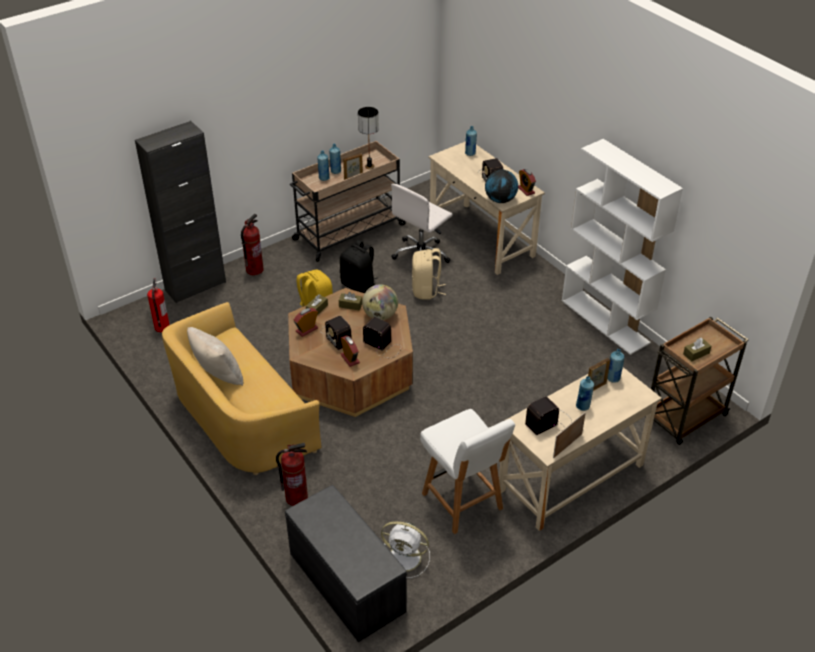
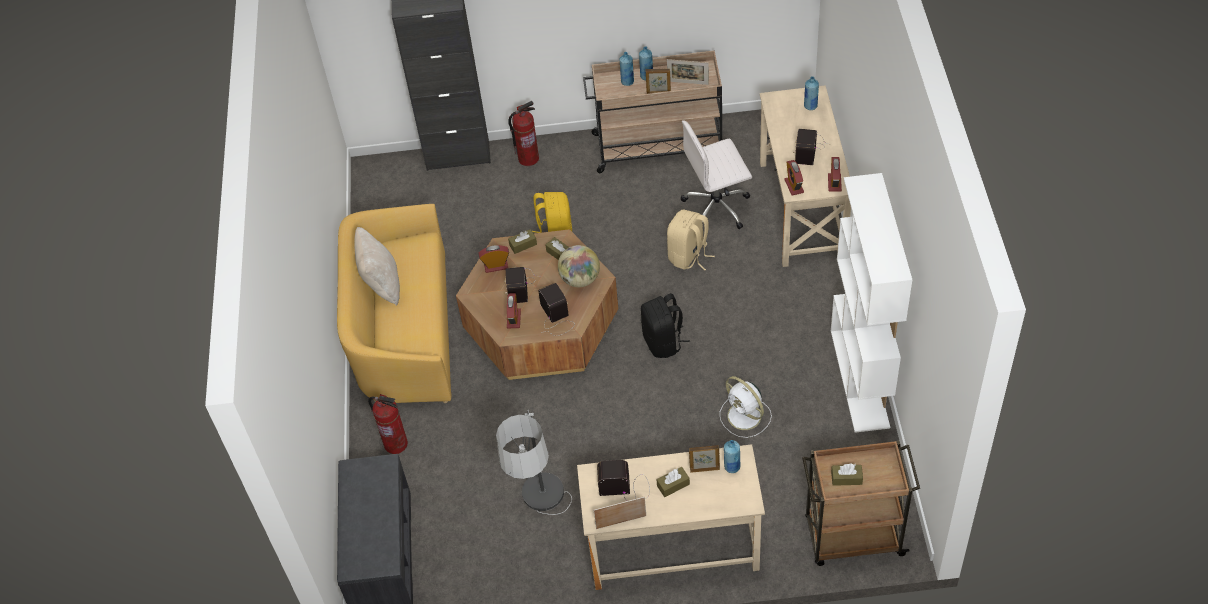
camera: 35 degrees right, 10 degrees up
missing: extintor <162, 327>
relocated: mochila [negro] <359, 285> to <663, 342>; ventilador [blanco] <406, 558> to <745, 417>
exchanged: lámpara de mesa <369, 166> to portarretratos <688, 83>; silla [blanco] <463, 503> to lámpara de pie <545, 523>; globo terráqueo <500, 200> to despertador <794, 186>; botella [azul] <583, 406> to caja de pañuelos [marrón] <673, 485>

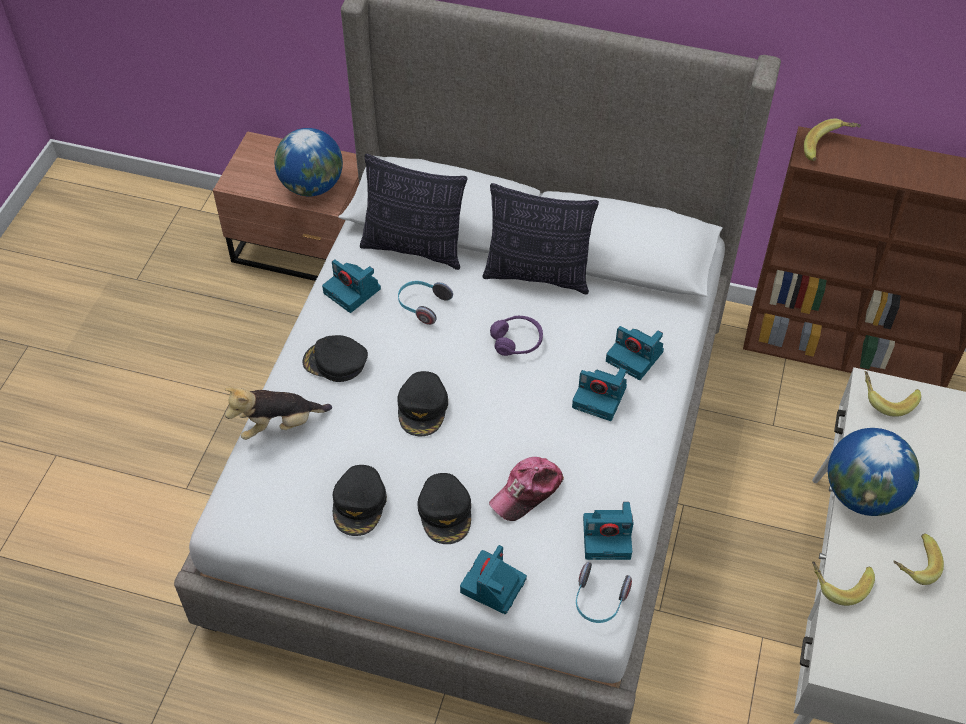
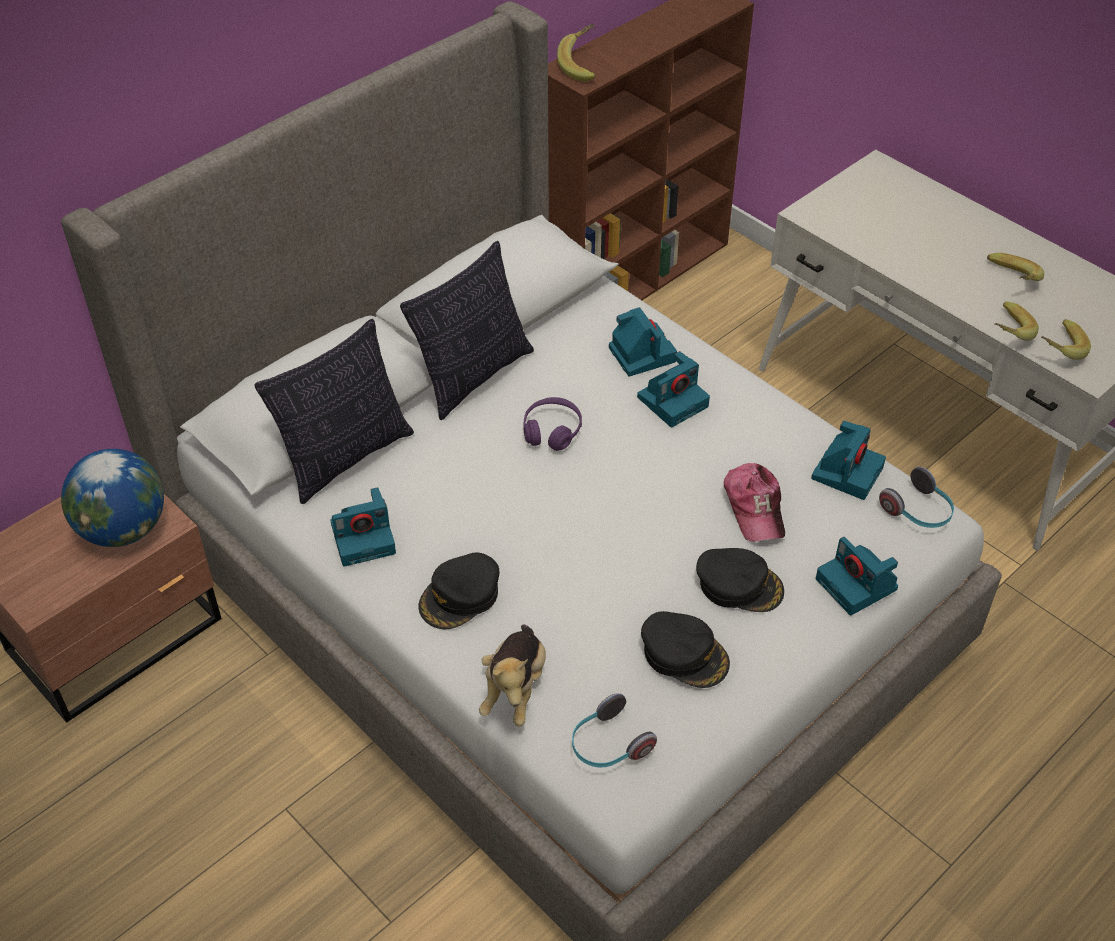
camera: 60 degrees left, 5 degrees down
missing: gorra [negro] <423, 408>; globo terráqueo <863, 495>
relocated: auriculares <422, 305> to <608, 745>; plátano <886, 399> to <1057, 349>
spun: cámara <636, 357> = <640, 353> 90 degrees counterclockwise

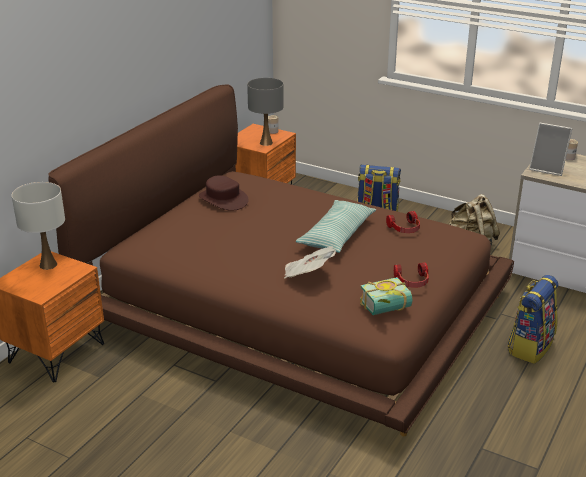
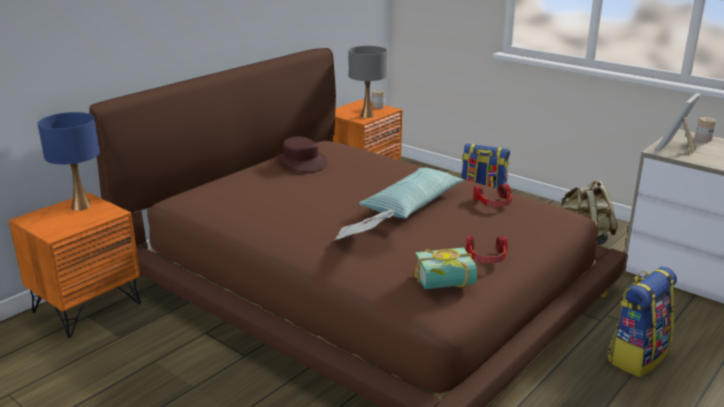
camera: 10 degrees right, 5 degrees down
colour: lámpara de mesa [blanco] <48, 265> to lámpara de mesa [azul] <81, 206>
spun: portarretratos <548, 169> = <676, 148> 90 degrees clockwise

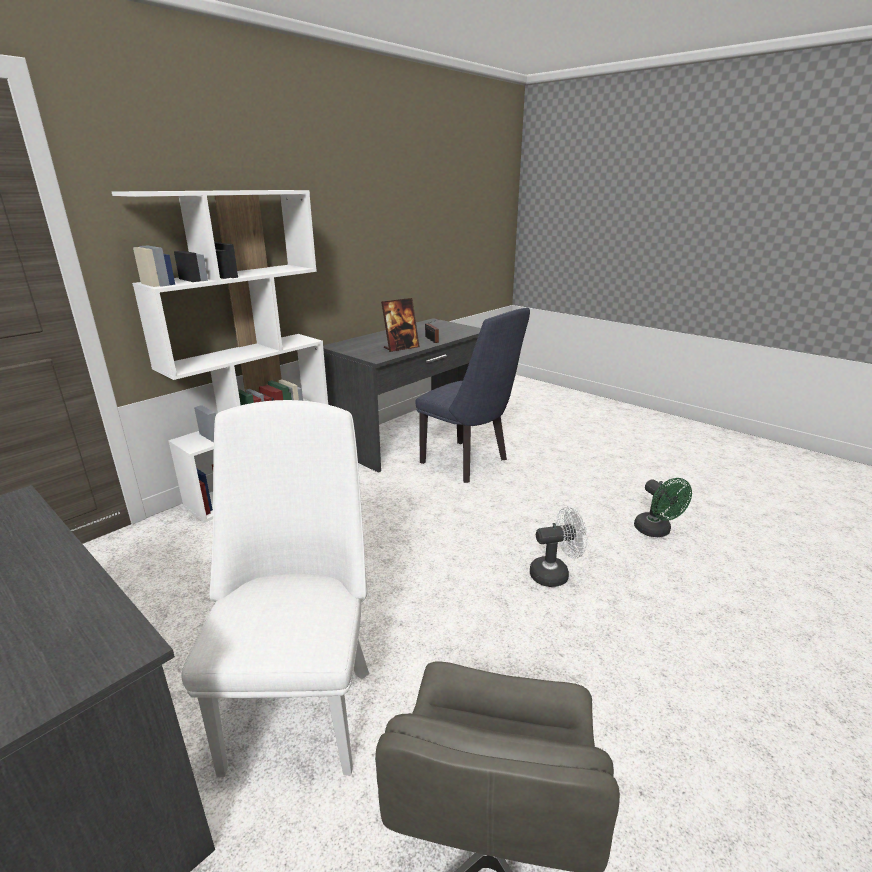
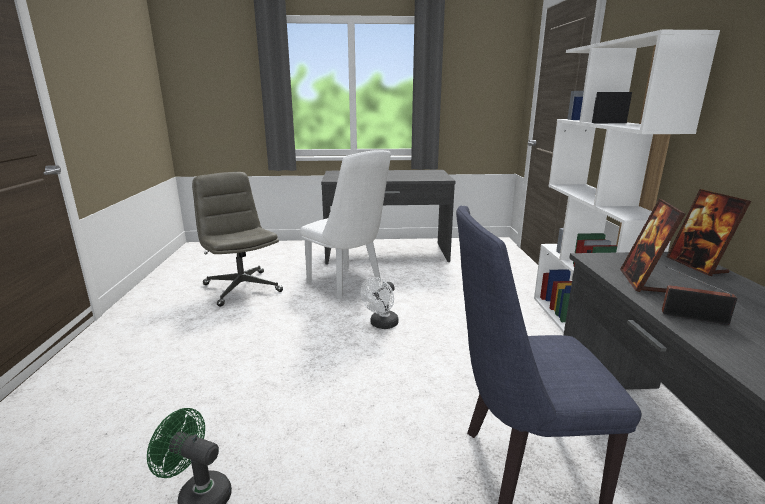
camera: 135 degrees right, 5 degrees down
appeared: portarretratos <697, 266>
relocated: ventilador [blanco] <555, 574> to <381, 325>

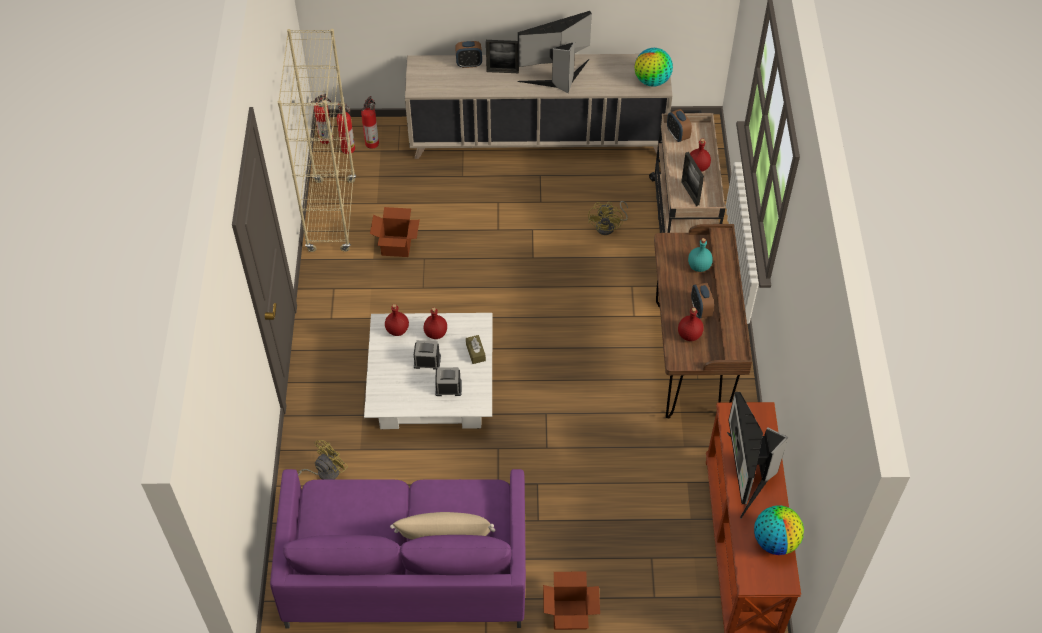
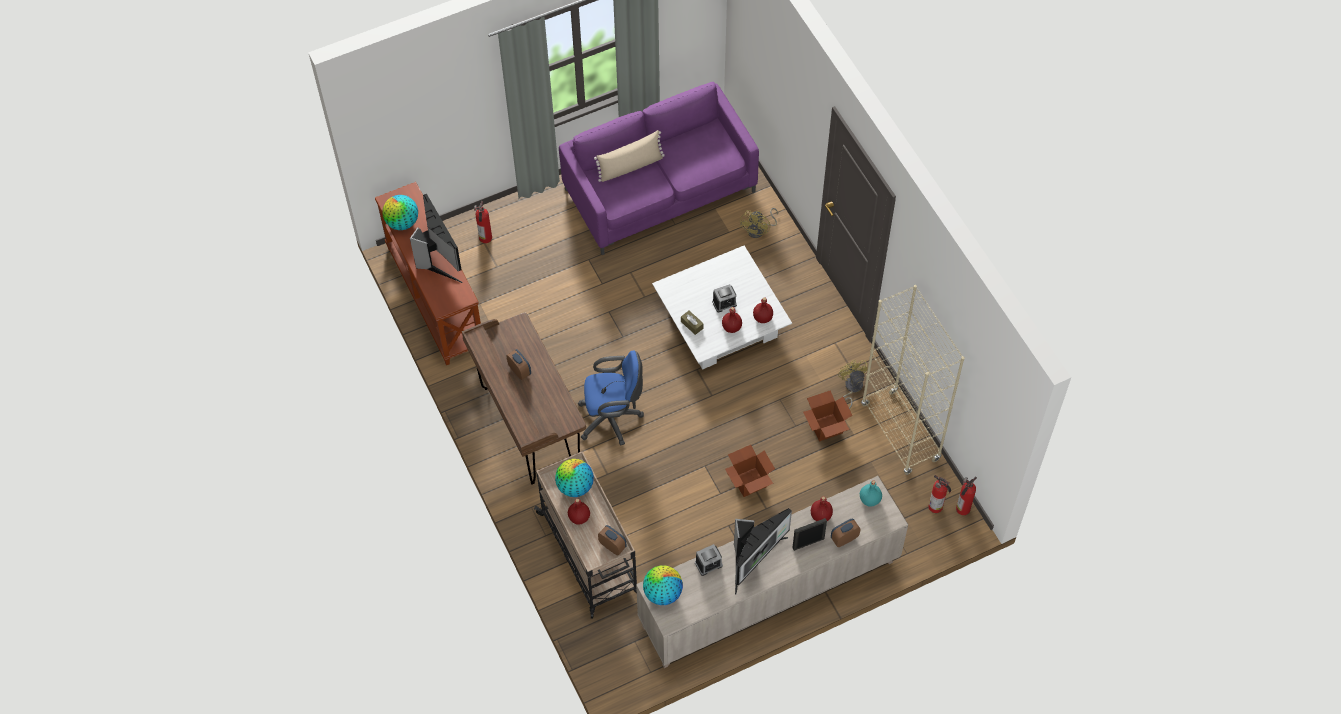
camera: 155 degrees right, 5 degrees up
appeared: silla de oficina [azul] <613, 418>
relocated: extintor <372, 142> to <485, 238>; despertador <448, 388> to <708, 564>; caja de cartón <569, 615> to <749, 482>; ventilador [amarillo] <609, 226> to <851, 388>; botella [rojo] <689, 335> to <821, 515>; botella [turquesa] <698, 266> to <870, 499>
exchanged: portarretratos <690, 193> to globo terráqueo <575, 486>

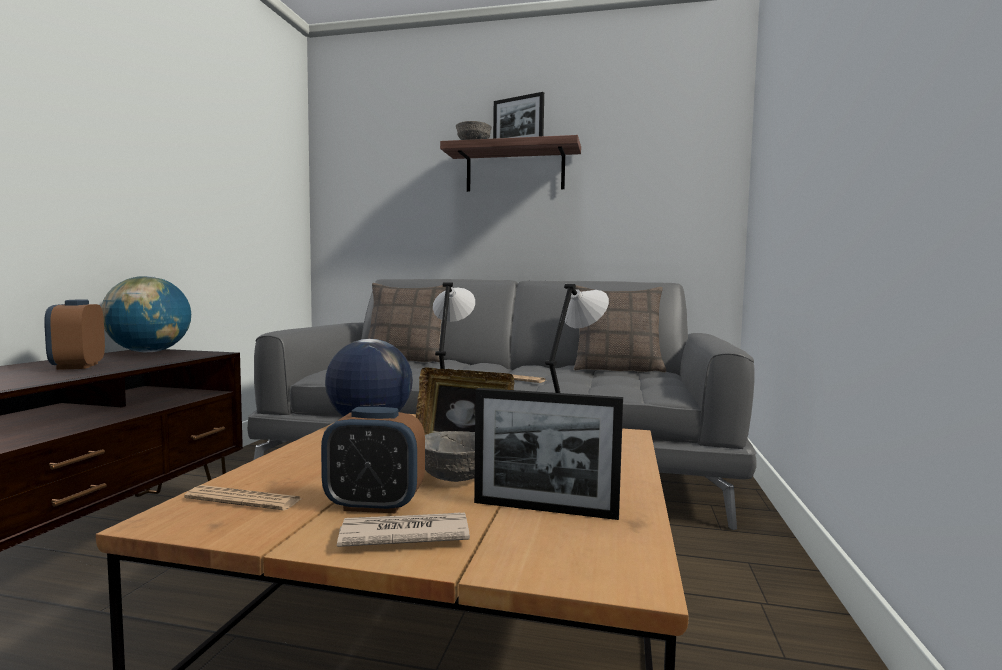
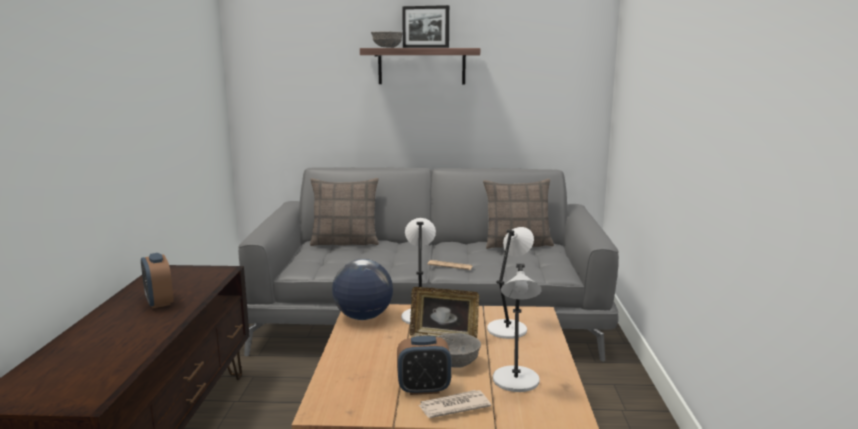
camera: 10 degrees left, 10 degrees up
missing: globo terráqueo <149, 352>; periódico <243, 499>
exchanged: portarretratos <544, 509> to lámpara de mesa [gris] <516, 381>

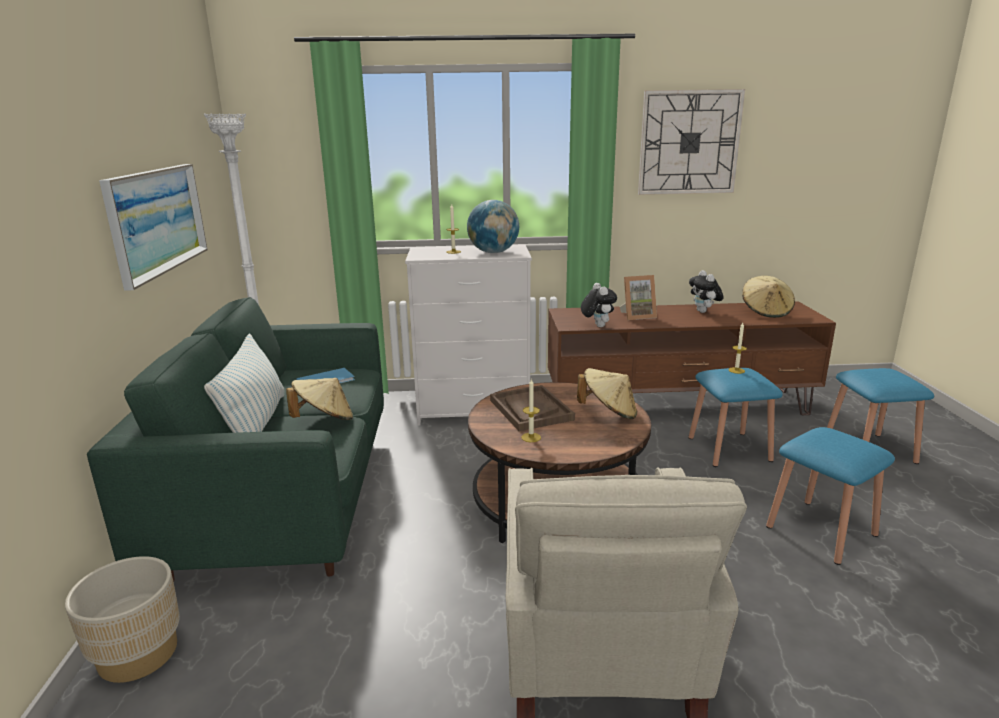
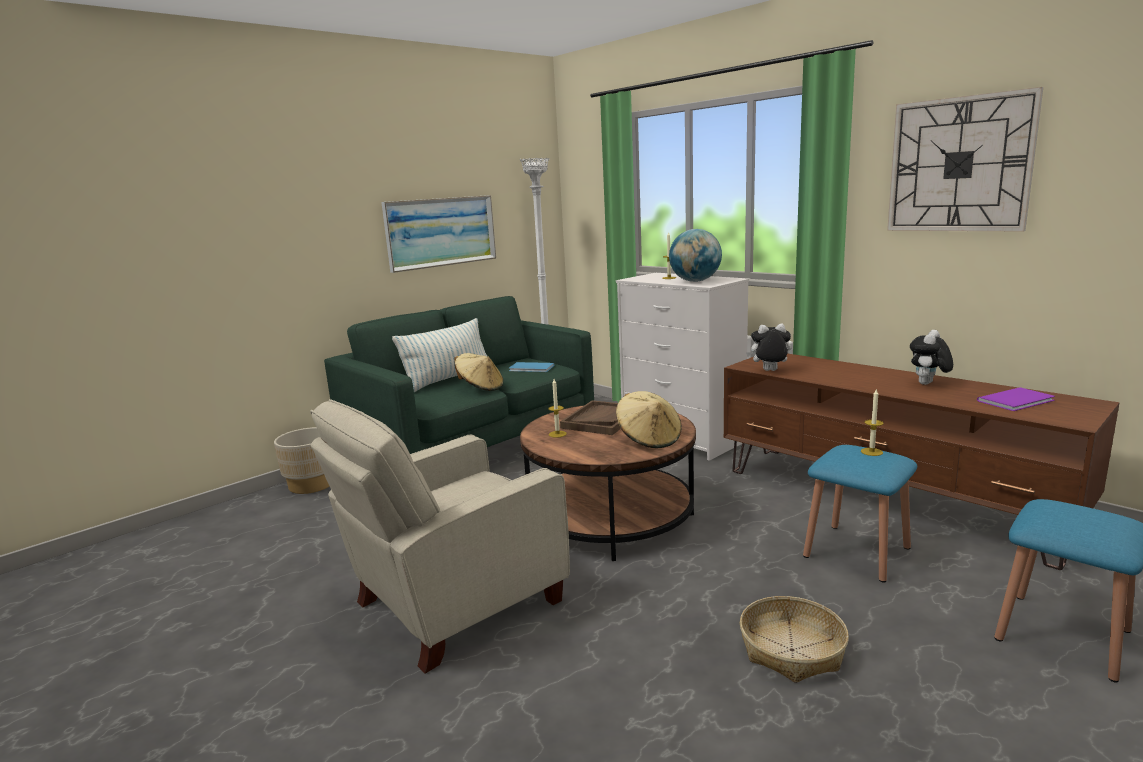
camera: 50 degrees right, 5 degrees down
missing: portarretratos <637, 316>
exchanged: sombrero [beis] <766, 311> to libro [morado] <1018, 401>; taburete [azul] <821, 531> to cesta <792, 650>
spun: peluche <597, 326> = <769, 371> 120 degrees counterclockwise

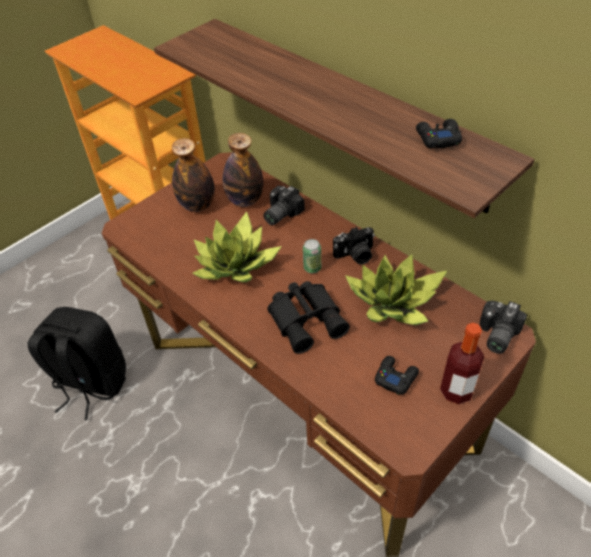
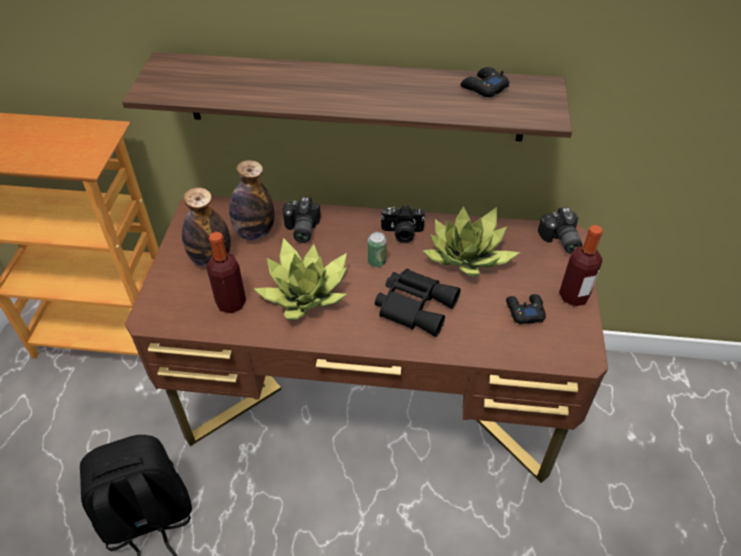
camera: 40 degrees left, 0 degrees up
appeared: botella <231, 303>
spun: cámara <355, 255> = <402, 233> 60 degrees clockwise

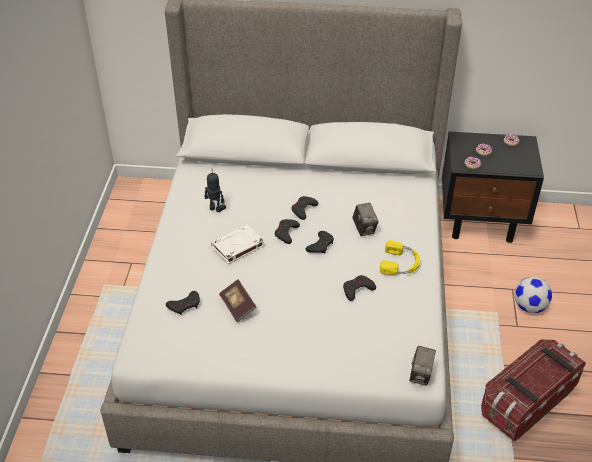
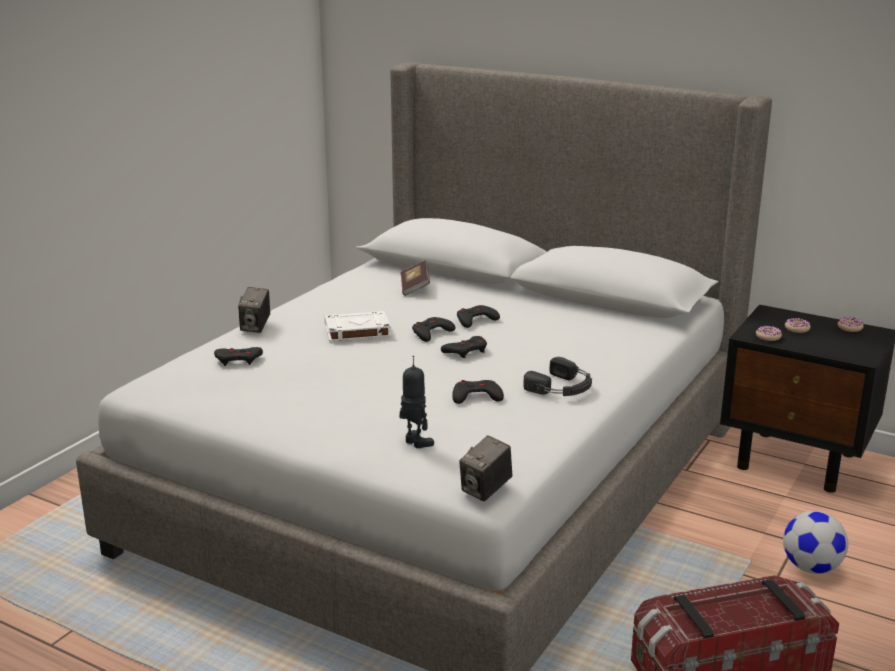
camera: 25 degrees right, 20 degrees down
relocated: robot de juguete <215, 209> to <415, 443>; libro <238, 306> to <415, 287>; cámara <364, 229> to <255, 327>
colour: auriculares [amarillo] <400, 263> to auriculares [negro] <562, 388>

